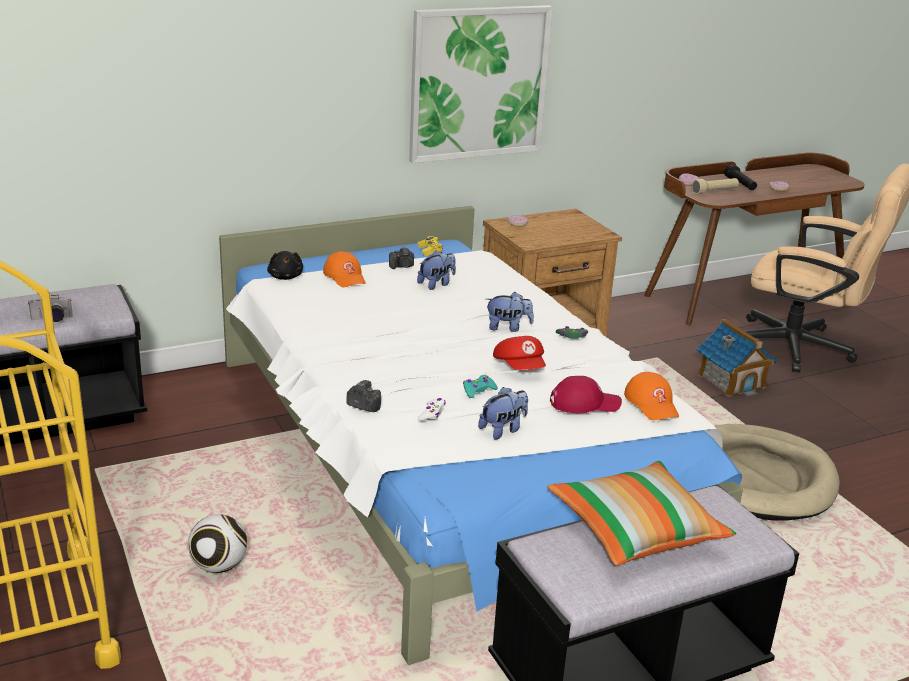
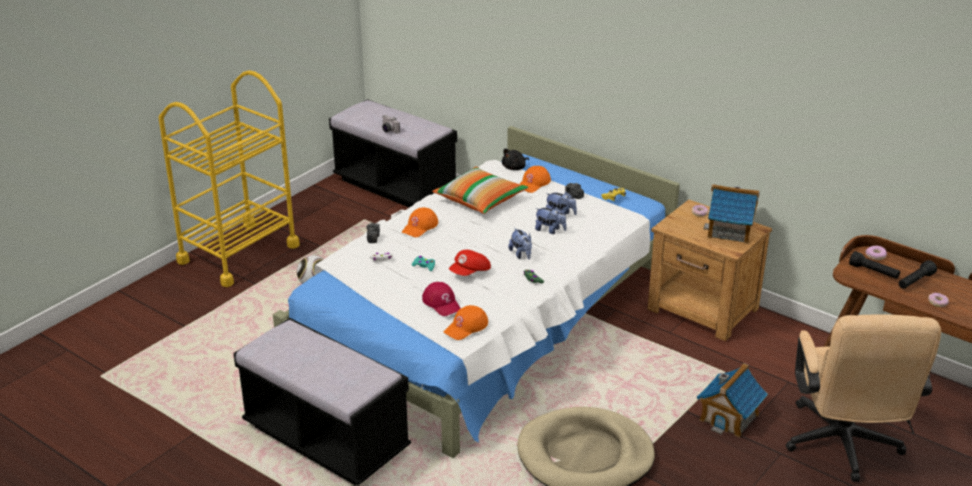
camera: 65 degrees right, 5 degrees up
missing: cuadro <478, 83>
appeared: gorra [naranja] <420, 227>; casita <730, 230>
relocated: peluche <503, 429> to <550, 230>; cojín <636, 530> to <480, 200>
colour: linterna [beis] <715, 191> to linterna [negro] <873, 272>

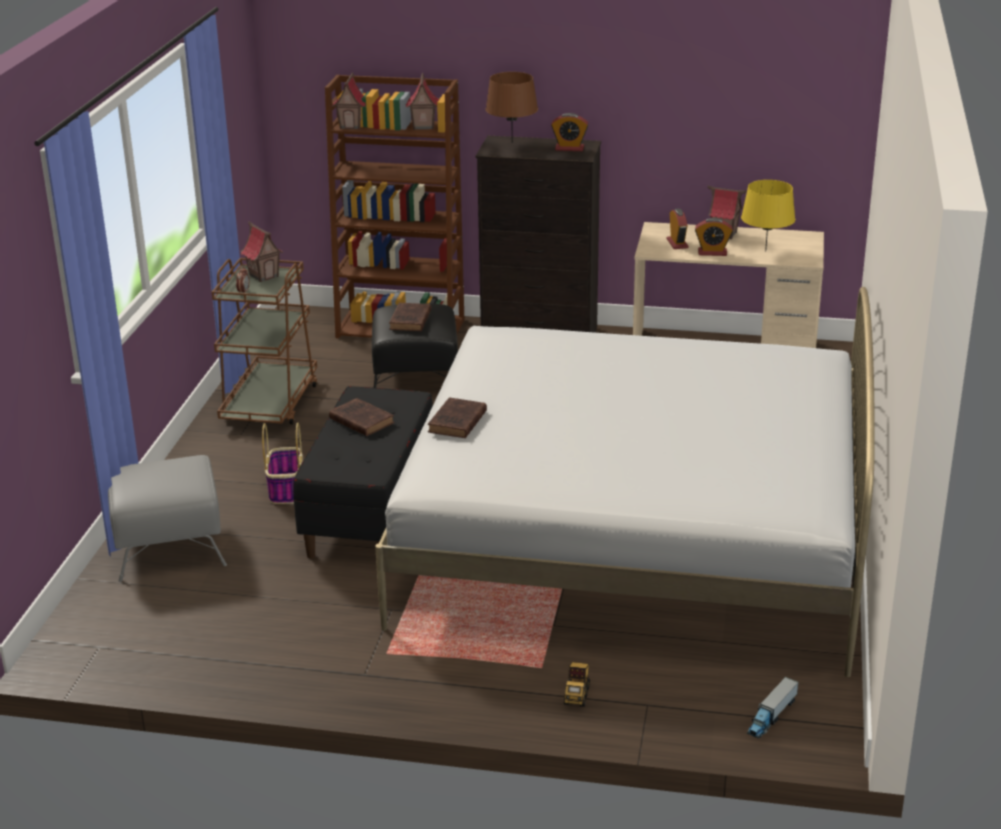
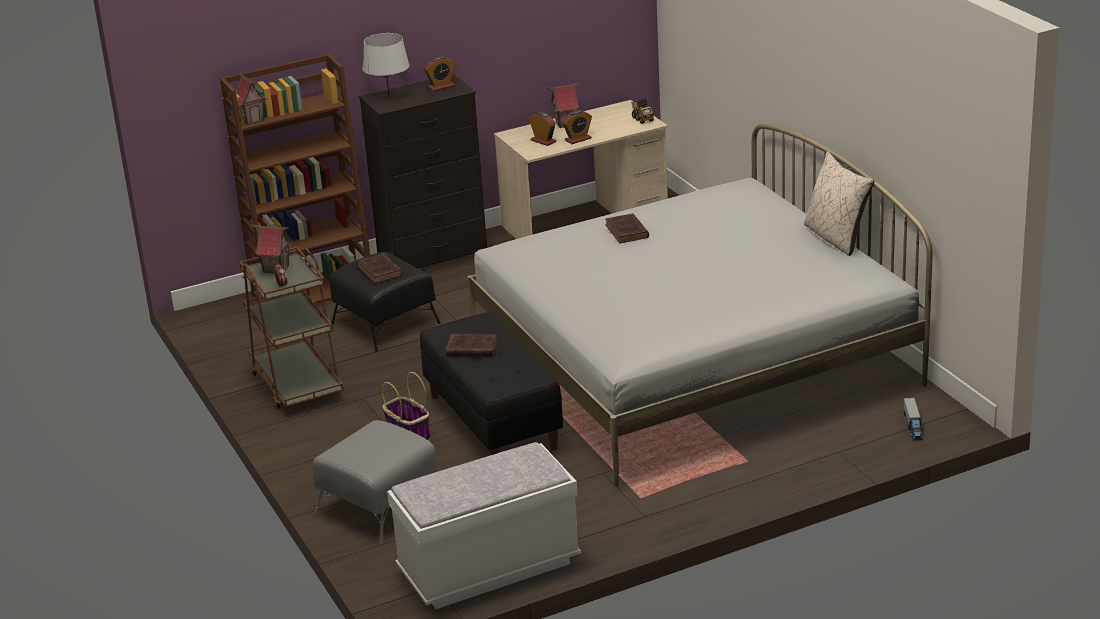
camera: 35 degrees left, 0 degrees up
missing: casita <423, 126>; lámpara de mesa [amarillo] <766, 251>
appeared: banco [blanco] <489, 568>; cojín [beis] <836, 238>
relocated: libro [marrón] <456, 423> to <627, 232>; camión de juguete <577, 695> to <642, 119>
colour: lámpara de mesa [marrón] <511, 142> to lámpara de mesa [gris] <388, 95>

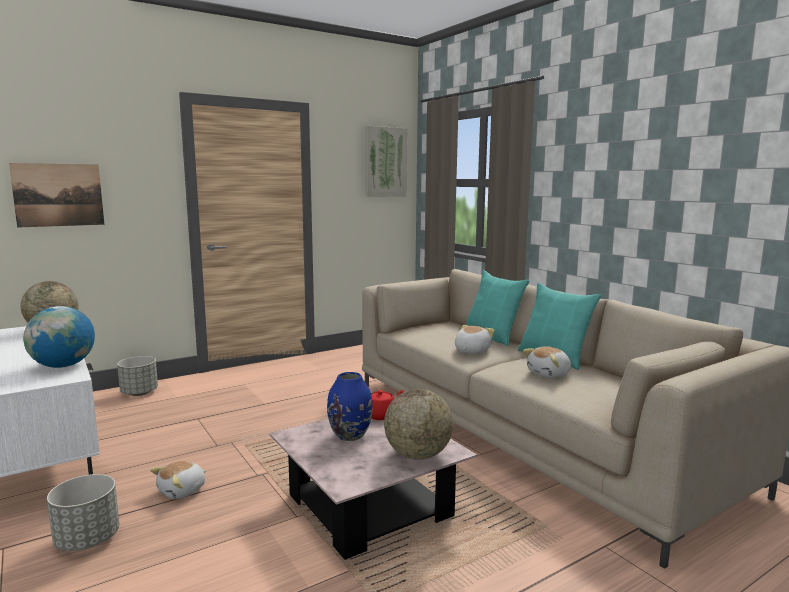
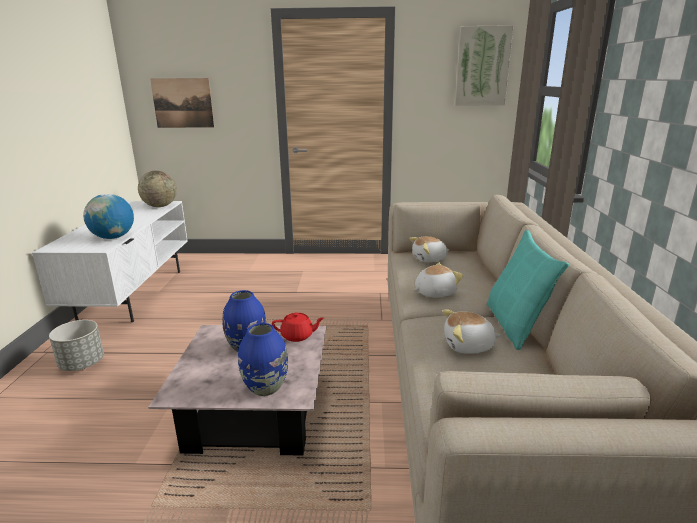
camera: 35 degrees right, 10 degrees up
missing: maceta [gris] <139, 393>; cojín [turquesa] <493, 336>
relocated: peluche <182, 491> to <429, 259>
exchanged: globo terráqueo <418, 455> to florero [azul] <265, 388>

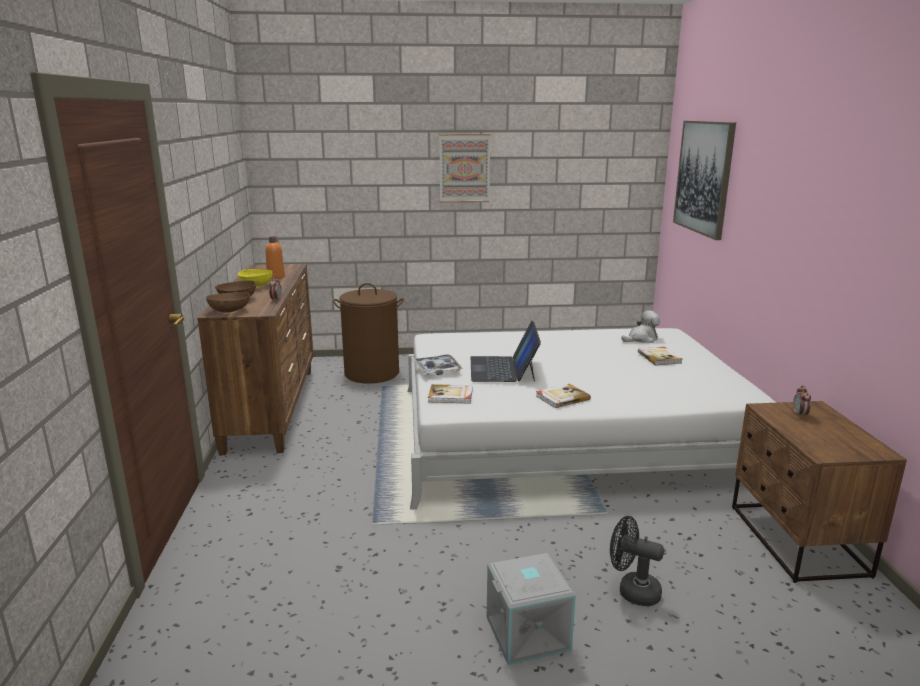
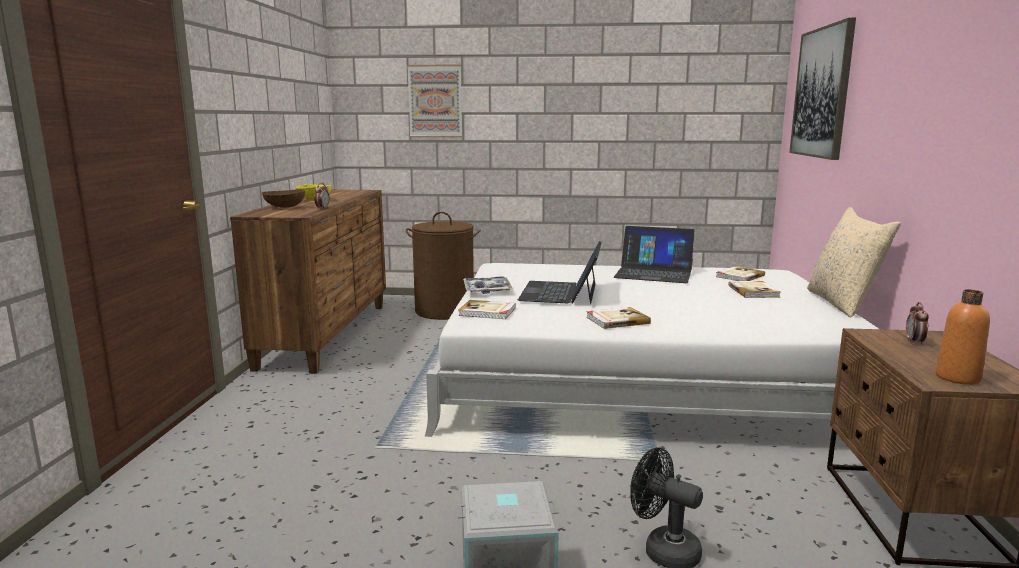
camera: 10 degrees right, 5 degrees down
missing: cuenco [marrón] <229, 311>
appeared: portátil <653, 273>; cojín [beis] <843, 304>
relocated: botella [naranja] <276, 277> to <957, 378>; cuadro <464, 168> to <435, 101>
exchanged: peluche <641, 339> to libro <739, 276>

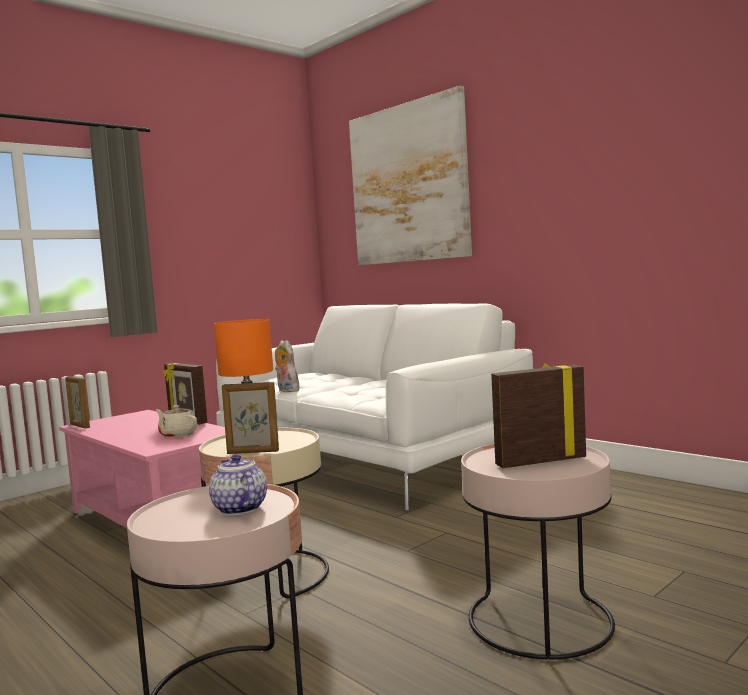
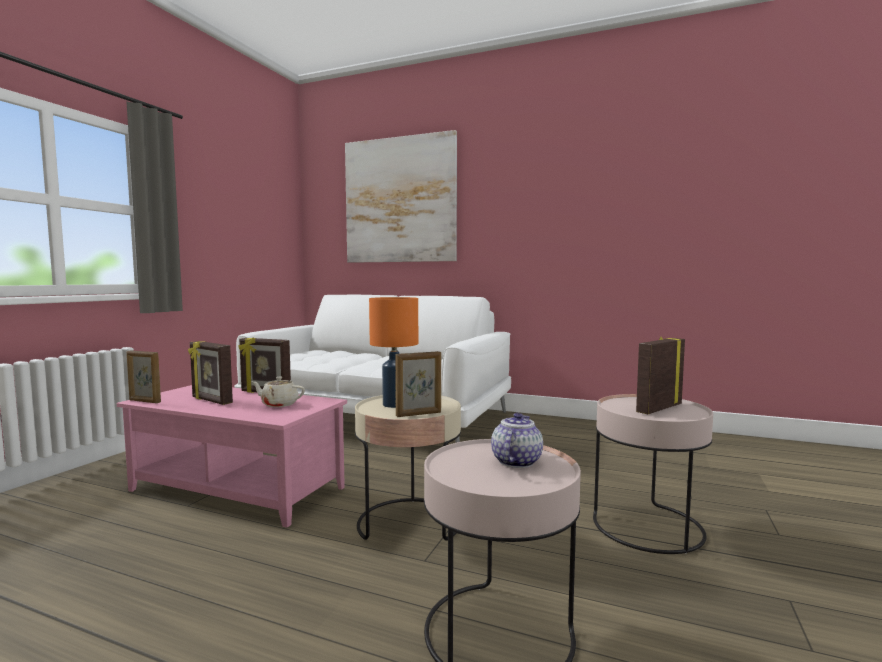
camera: 25 degrees left, 0 degrees up
missing: peluche <286, 391>
appeared: portarretratos <211, 400>
spun: tetera <239, 508> = <516, 461> 75 degrees clockwise

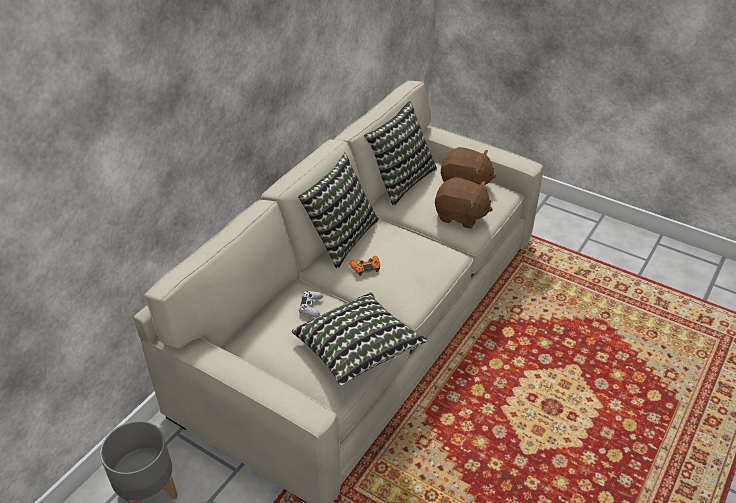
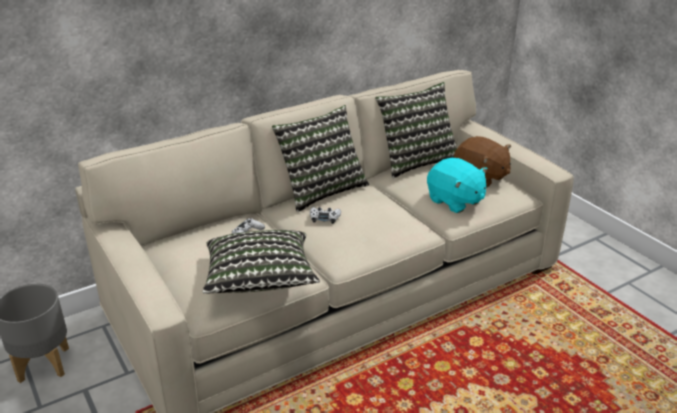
camera: 25 degrees right, 10 degrees down
colour: mando de consola [naranja] <366, 268> to mando de consola [blanco] <324, 218>; peluche [marrón] <460, 216> to peluche [turquesa] <455, 201>

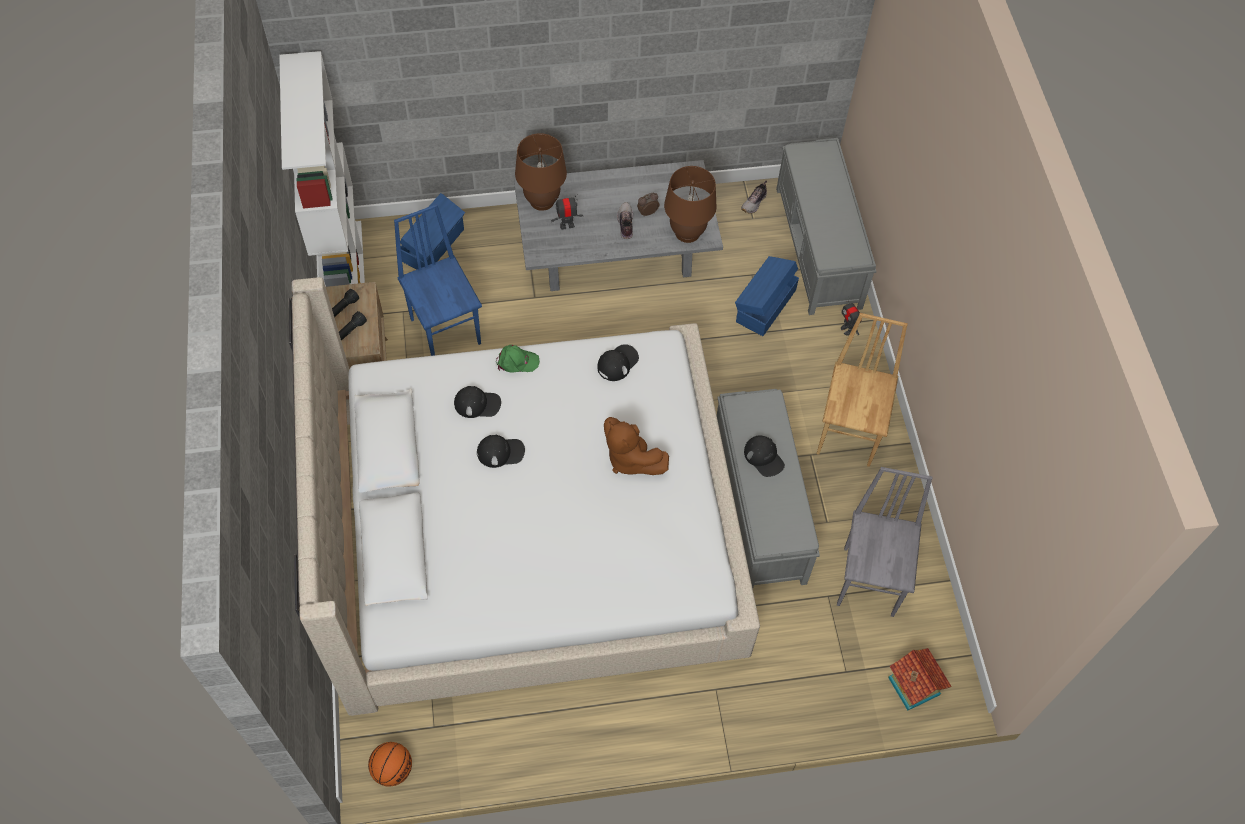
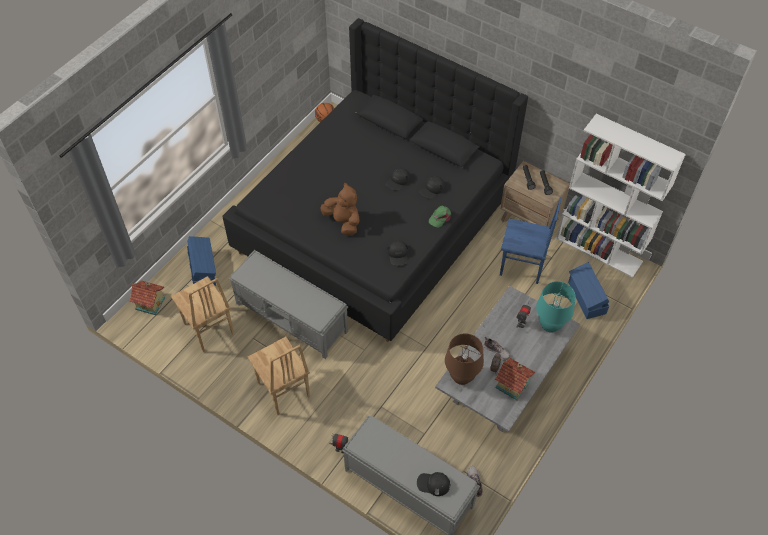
camera: 135 degrees right, 5 degrees down
appeared: casita <512, 384>
relocated: caja de almacenaje [azul] <764, 306> to <203, 269>; gorra [negro] <764, 457> to <433, 484>
colour: cama [beis] <530, 533> to cama [negro] <375, 223>; lámpara de mesa [marrón] <542, 200> to lámpara de mesa [turquesa] <550, 324>; silla [gris] <870, 581> to silla [marrón] <208, 329>
spun: peluche [marrón] <630, 458> = <343, 222> 45 degrees clockwise

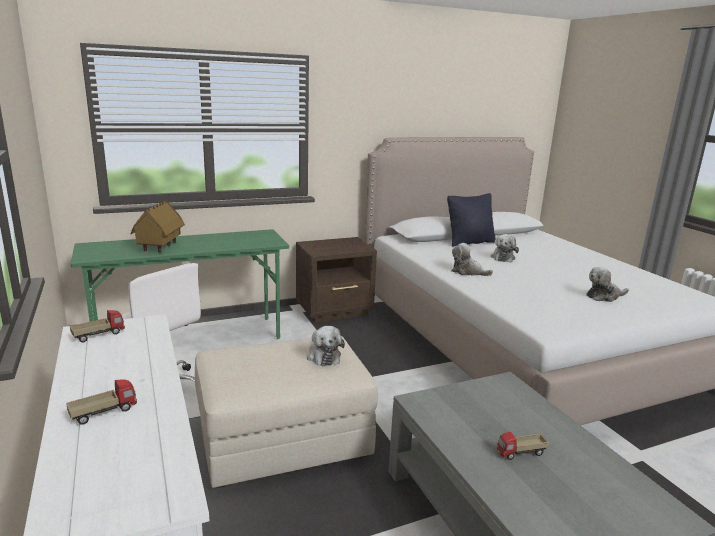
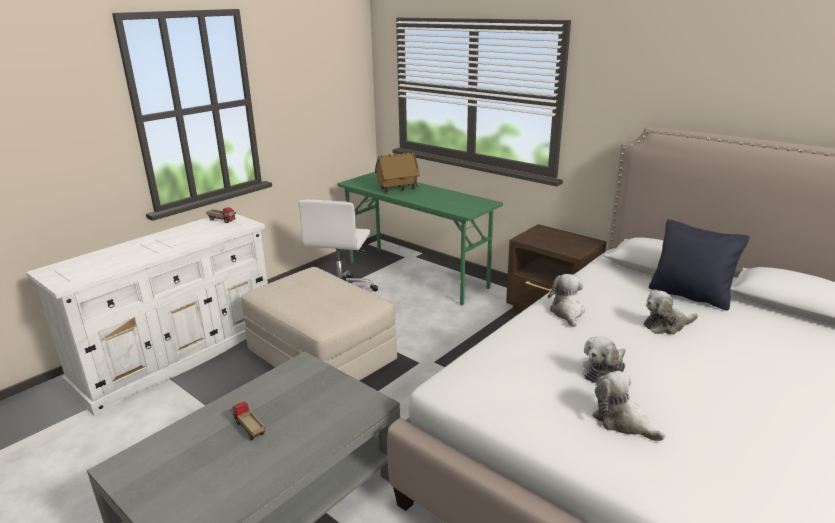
camera: 65 degrees right, 5 degrees up
missing: camión de juguete <104, 412>
relocated: peluche <323, 356> to <604, 371>

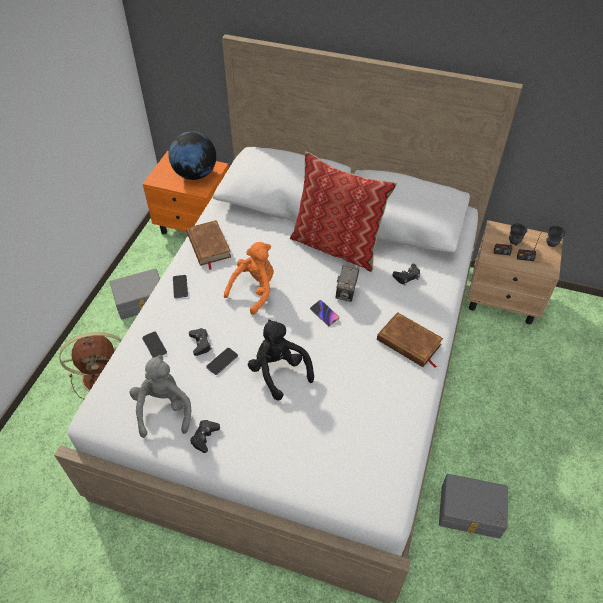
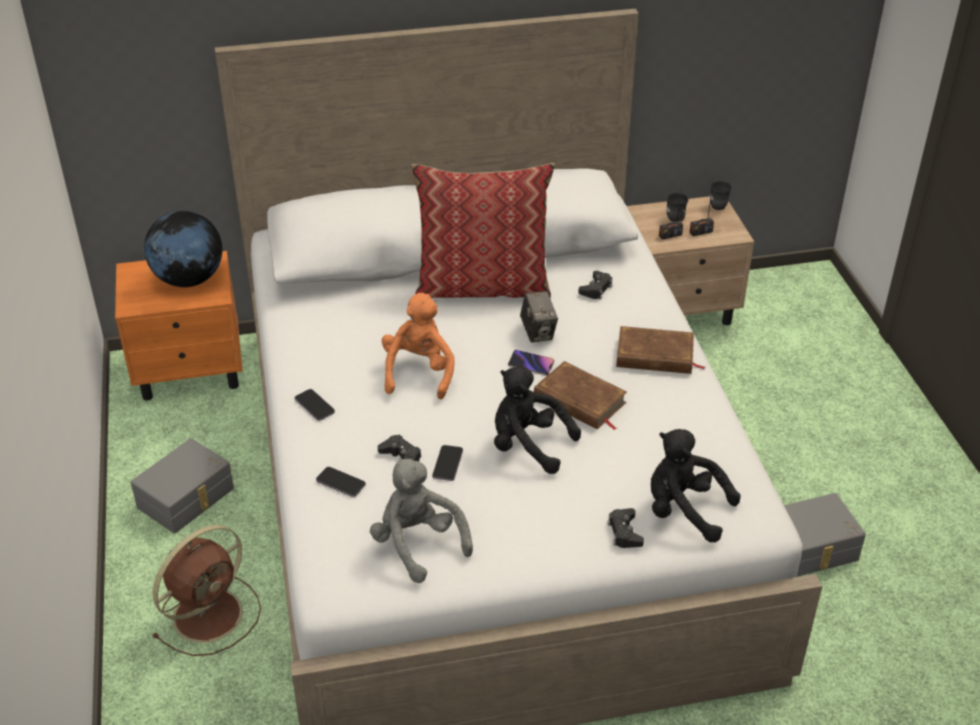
camera: 30 degrees left, 10 degrees down
appeared: peluche [negro] <684, 510>
relocated: libro [marrón] <208, 246> to <579, 401>; mando de consola [negro] <204, 437> to <624, 532>

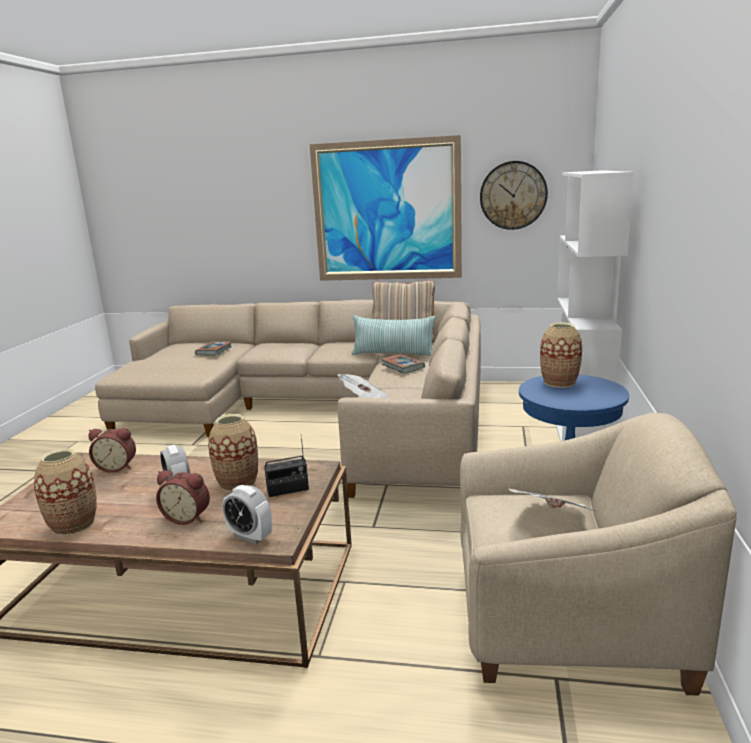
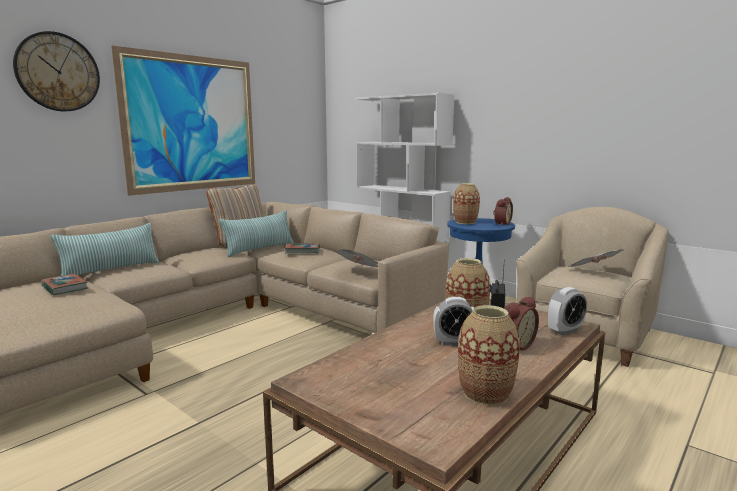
camera: 60 degrees left, 5 degrees down
appeared: cojín <111, 270>
relocated: despertador <117, 467> to <501, 224>; reloj de pared <513, 195> to <58, 72>

